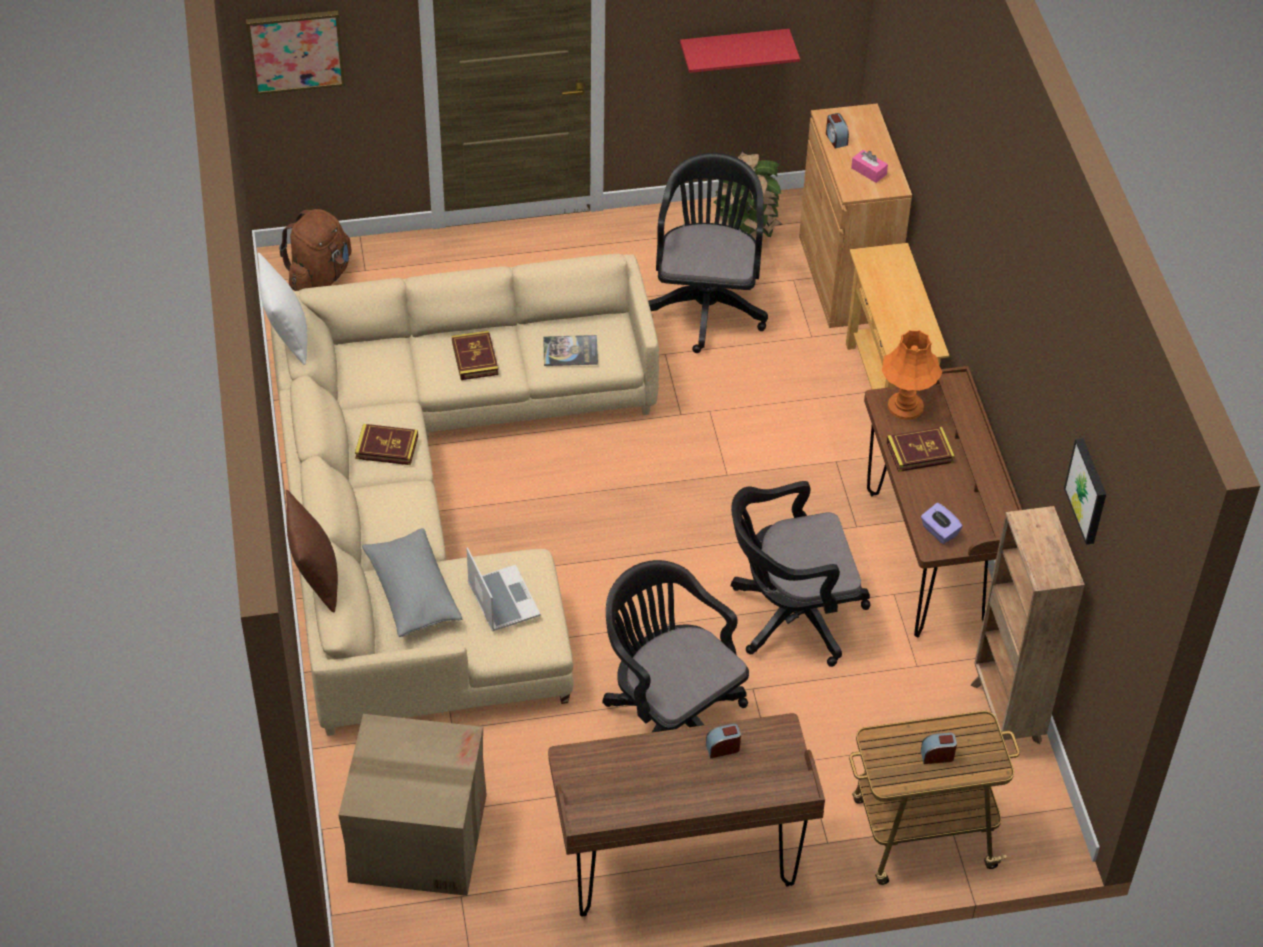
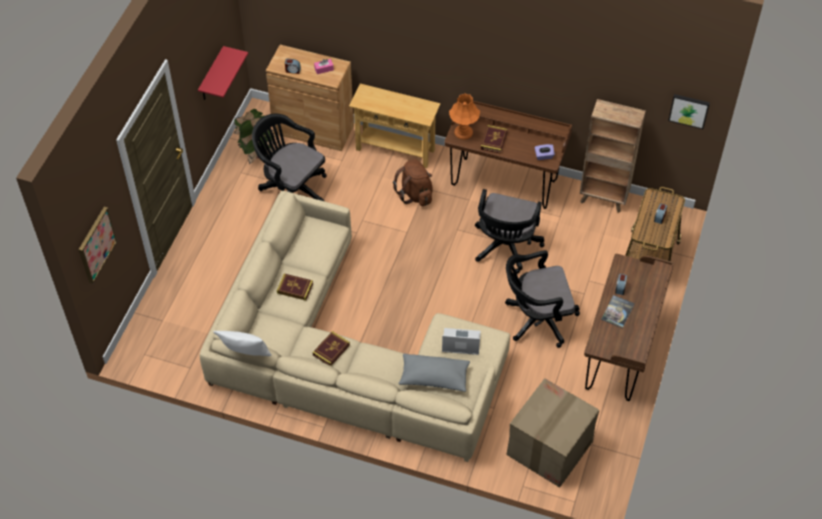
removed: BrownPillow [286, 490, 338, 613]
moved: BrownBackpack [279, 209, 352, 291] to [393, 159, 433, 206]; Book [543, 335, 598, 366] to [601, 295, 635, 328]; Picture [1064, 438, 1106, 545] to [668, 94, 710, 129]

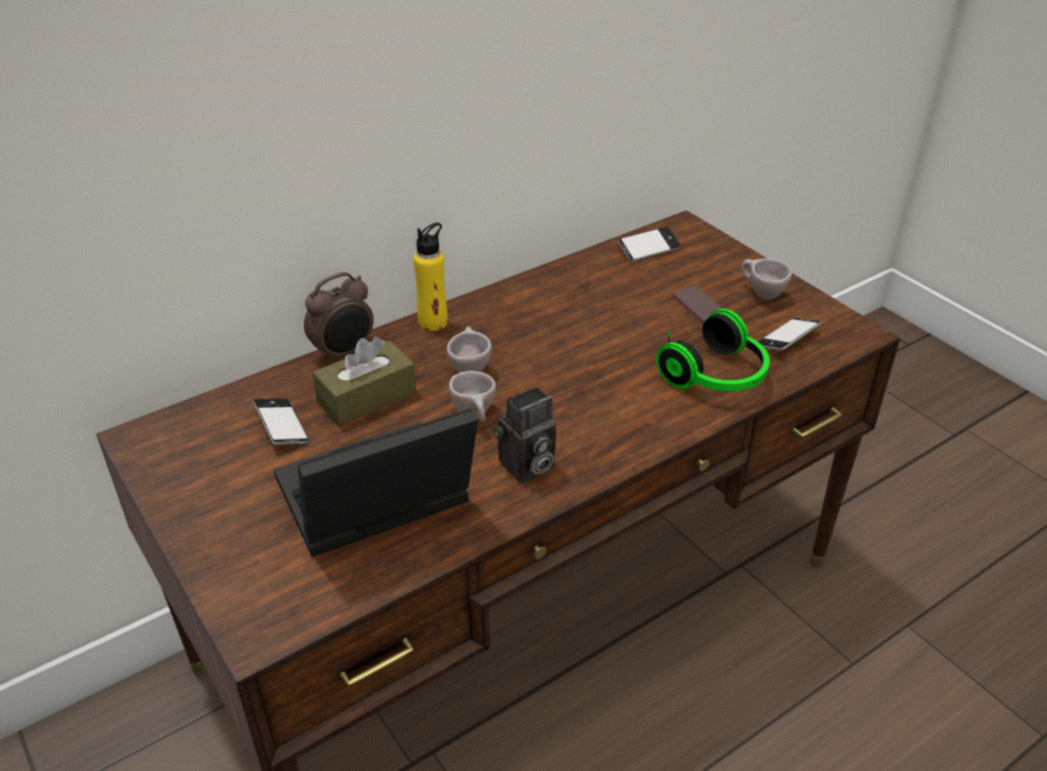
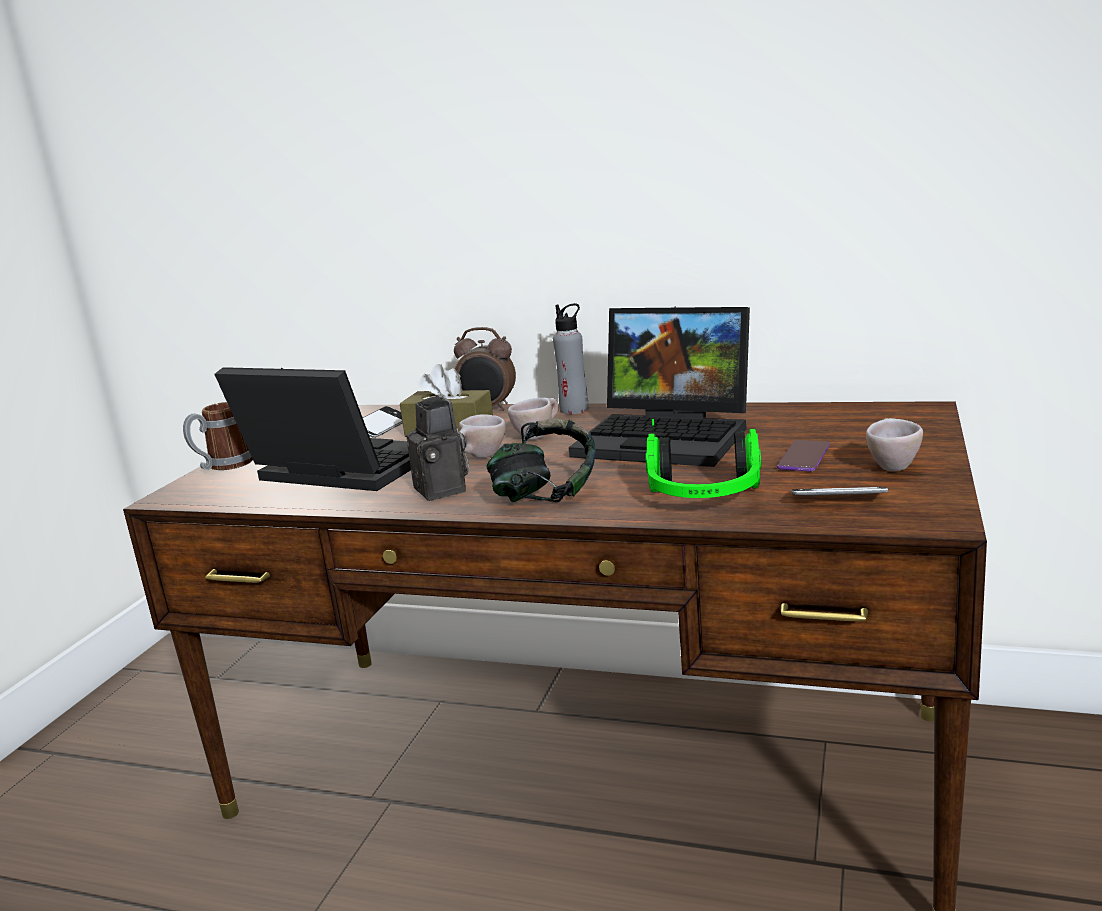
removed: Phone [618, 226, 681, 262]
added: Laptop [569, 307, 750, 467]; Mug [183, 402, 253, 470]; Headphones [487, 418, 596, 502]
recoloured: YellowBottle [413, 222, 448, 331] to GreyBottle [553, 303, 588, 414]
turned: PhotoCamera [493, 386, 556, 483] = [407, 395, 469, 501] 135 degrees counterclockwise

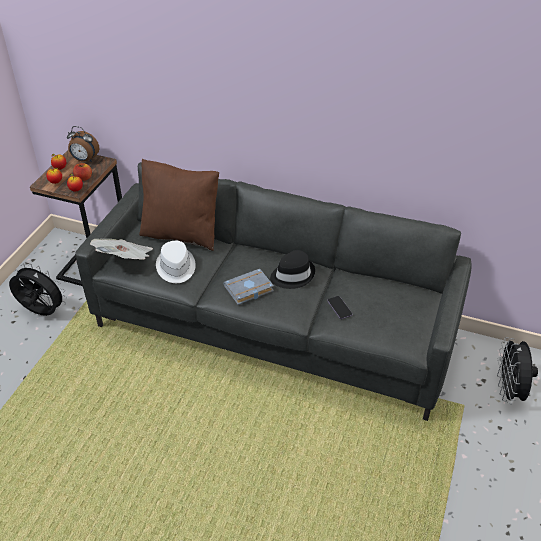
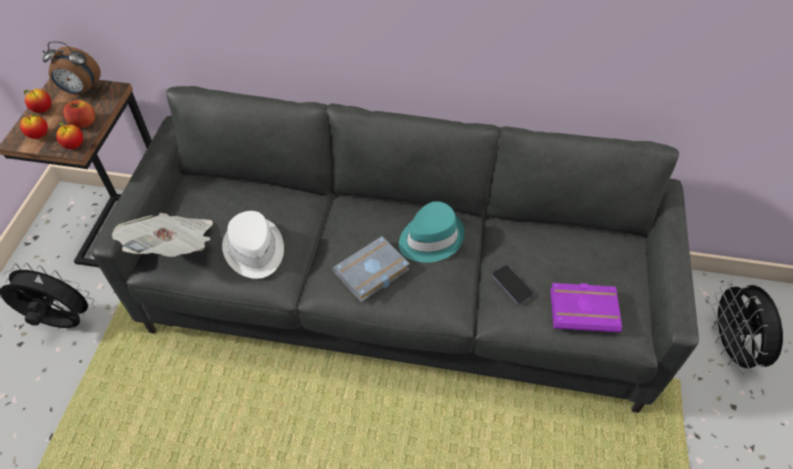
removed: BrownPillow [139, 159, 219, 251]
added: PurpleBook [550, 283, 622, 333]
recoloured: BlackHat [270, 250, 315, 289] to TurquoiseHat [399, 201, 465, 263]

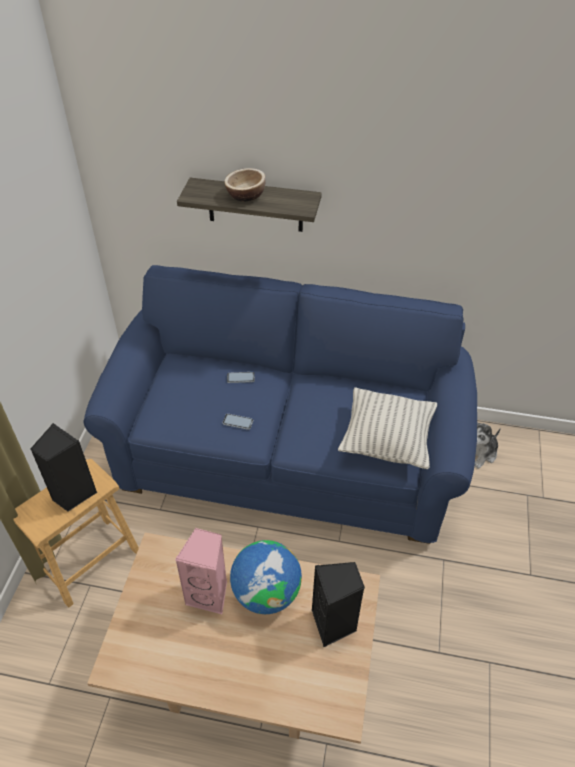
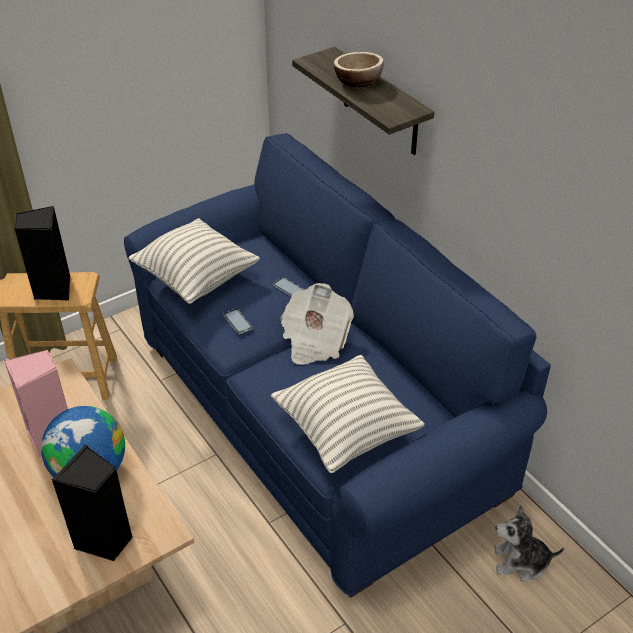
added: Pillow [128, 218, 260, 304]; Newspaper [280, 283, 354, 364]

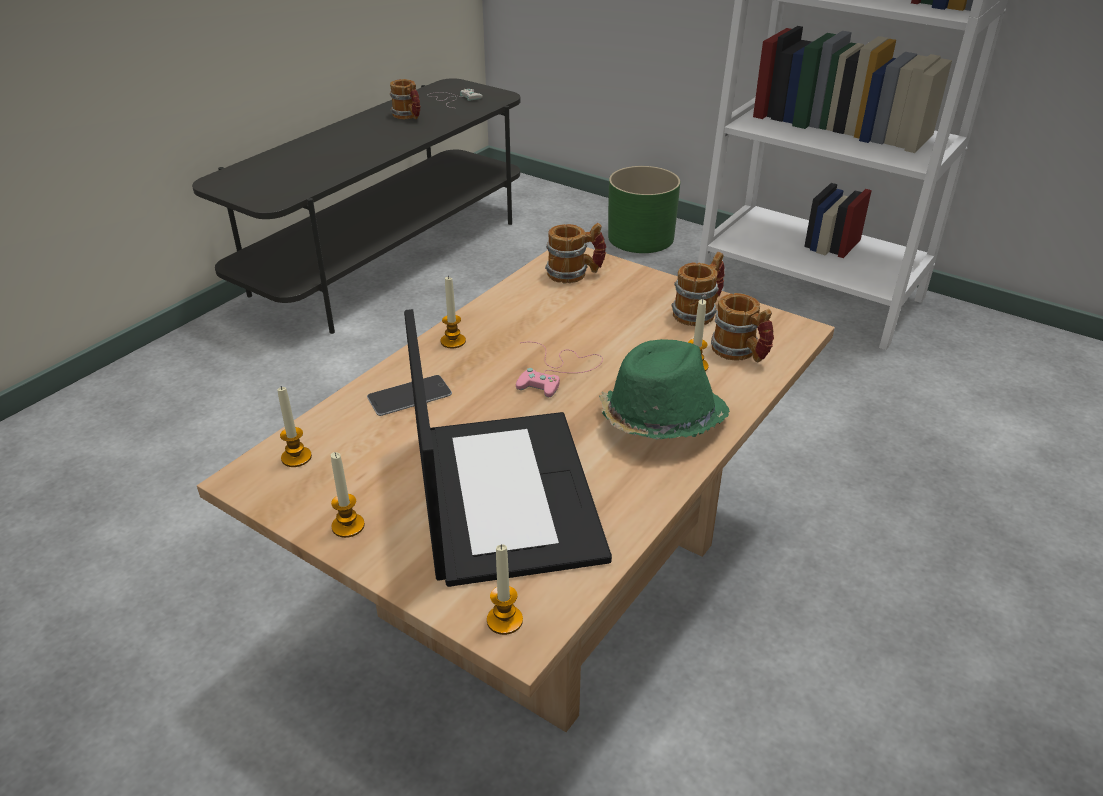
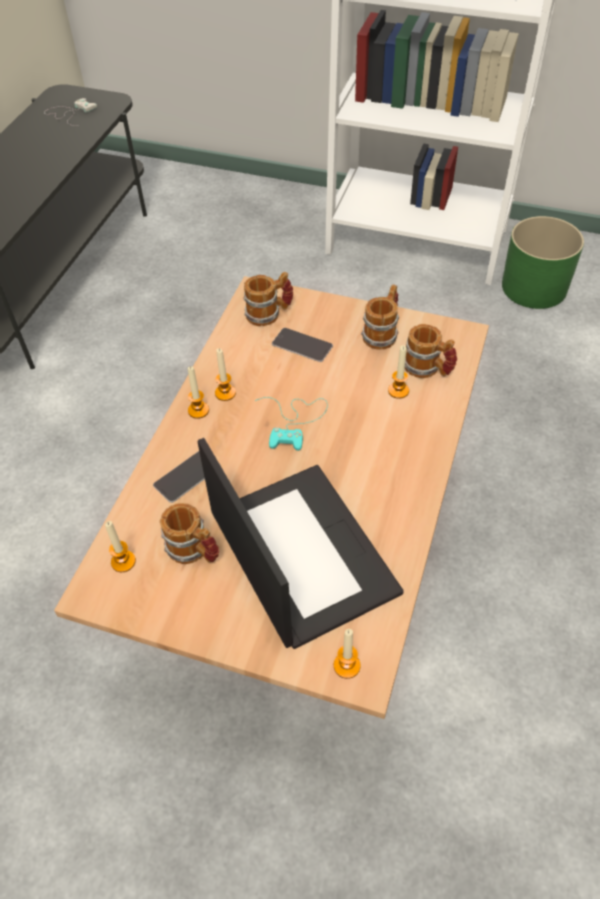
removed: GreenHat [599, 339, 730, 439]
added: Phone [272, 328, 333, 362]
moved: Mug [390, 79, 421, 119] to [160, 503, 219, 564]; GreenPlanter [608, 166, 680, 253] to [502, 216, 584, 309]; Candle [330, 452, 365, 538] to [215, 349, 236, 401]
recoloured: PinkGameController [516, 342, 603, 397] to TurquoiseGameController [255, 397, 328, 451]

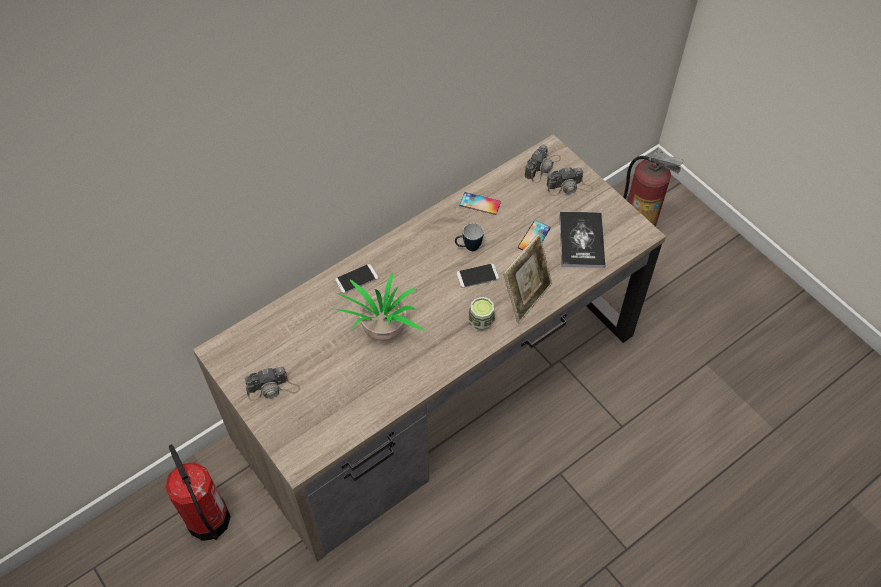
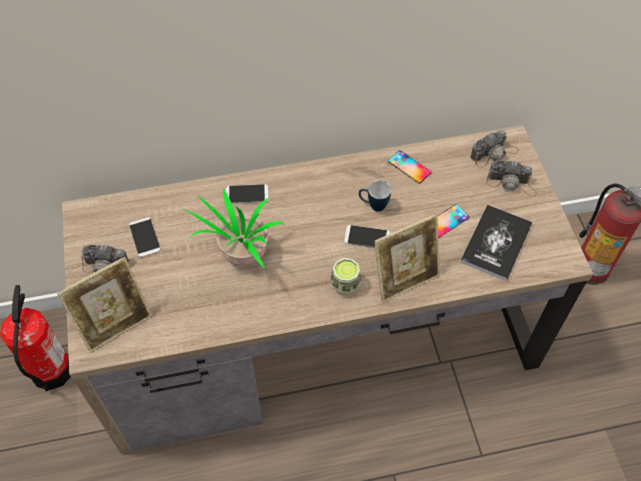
added: Phone [129, 217, 161, 257]; PictureFrame [57, 257, 152, 353]

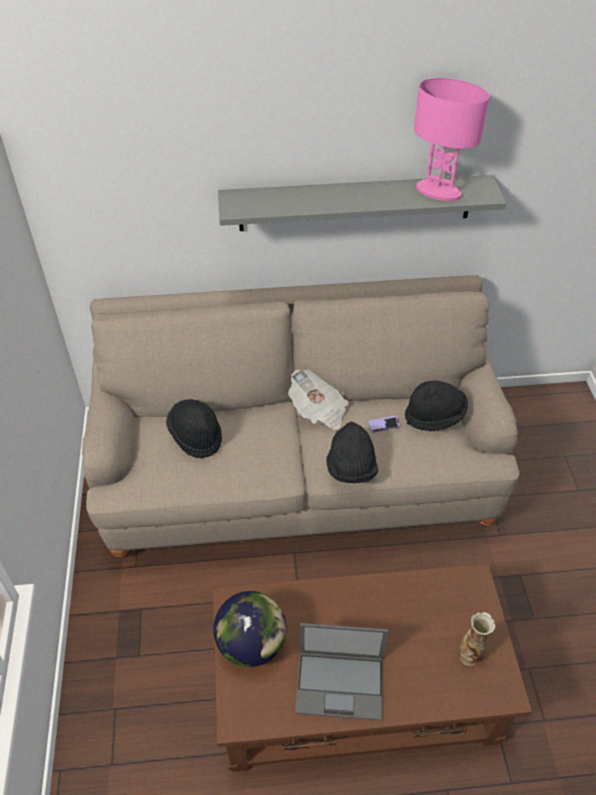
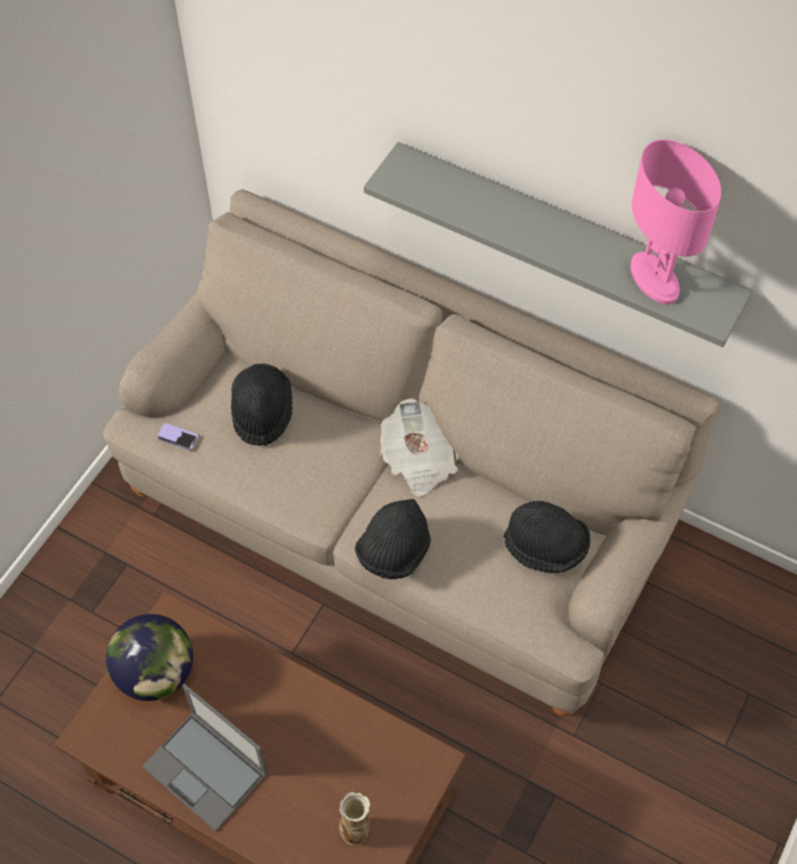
moved: Phone [369, 416, 400, 433] to [157, 423, 198, 450]

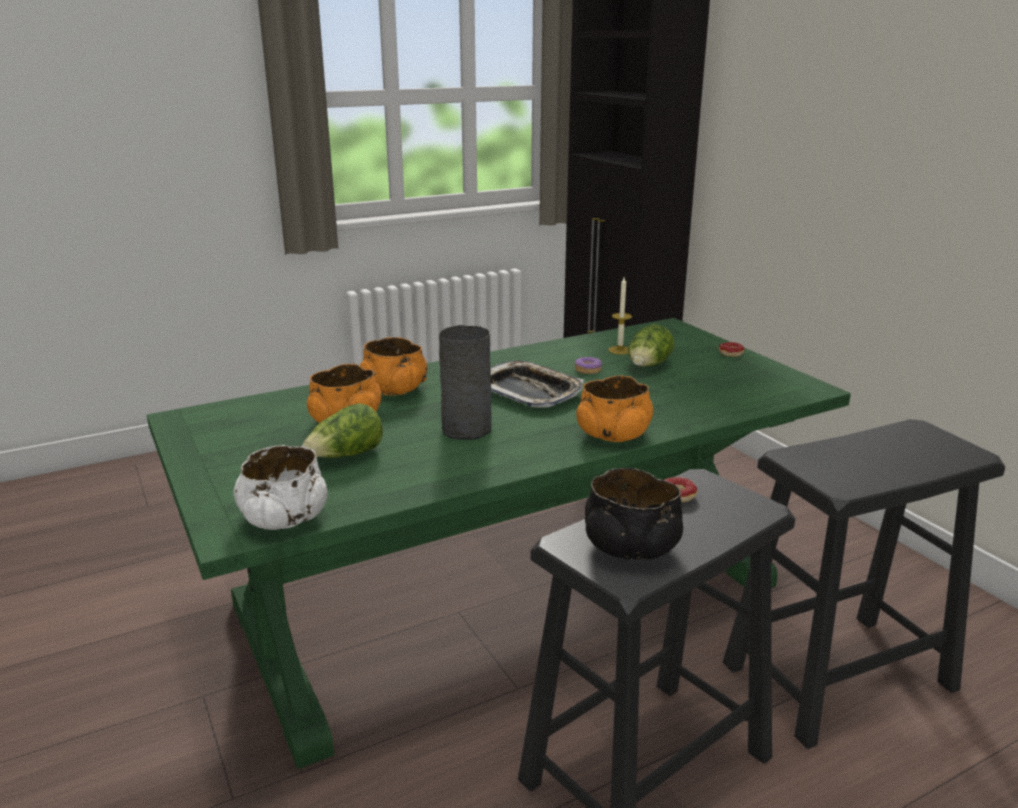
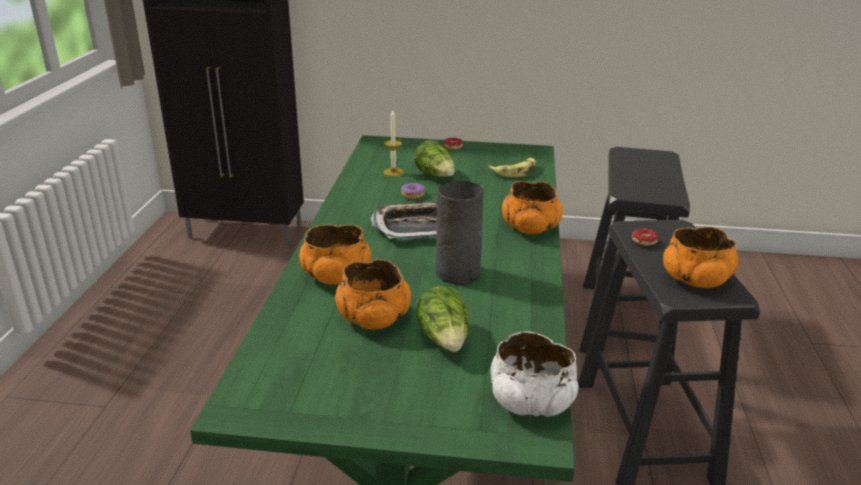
added: Banana [488, 158, 536, 177]
recoloured: BlackBowl [585, 468, 683, 560] to OrangeBowl [663, 227, 738, 288]

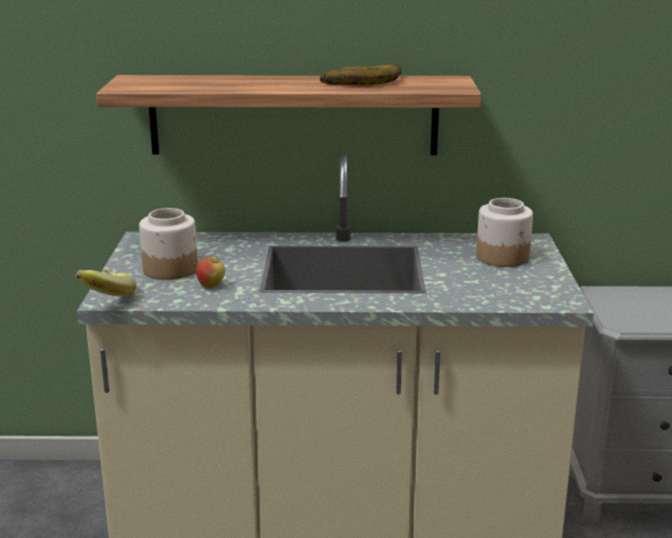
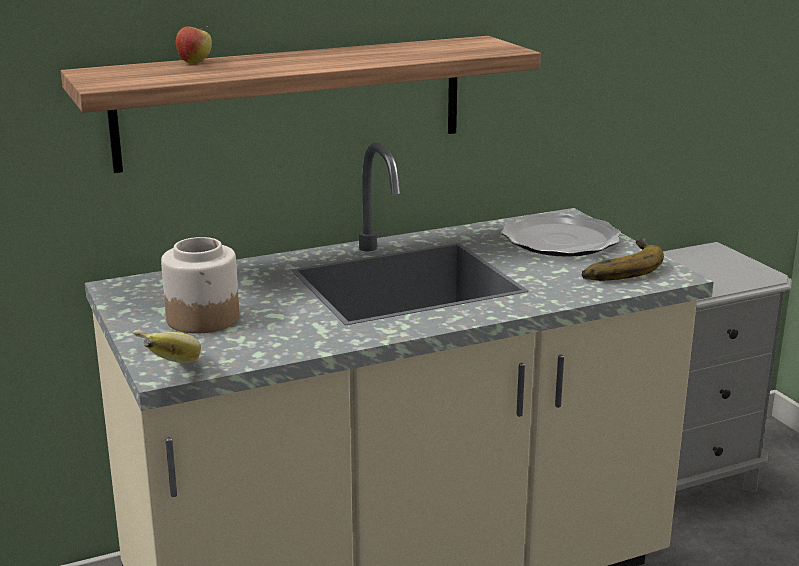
moved: Banana [320, 64, 402, 85] to [582, 238, 664, 281]; Apple [196, 257, 225, 288] to [176, 26, 212, 64]
replaced: Jar [476, 198, 533, 267] to Plate [501, 213, 621, 257]

